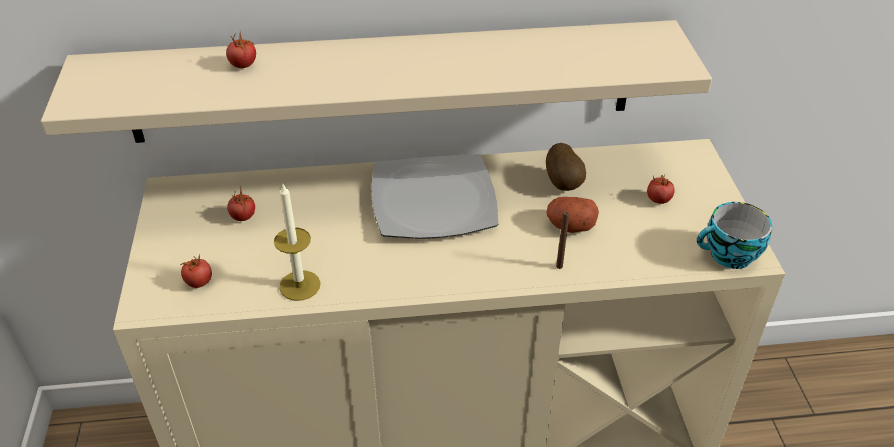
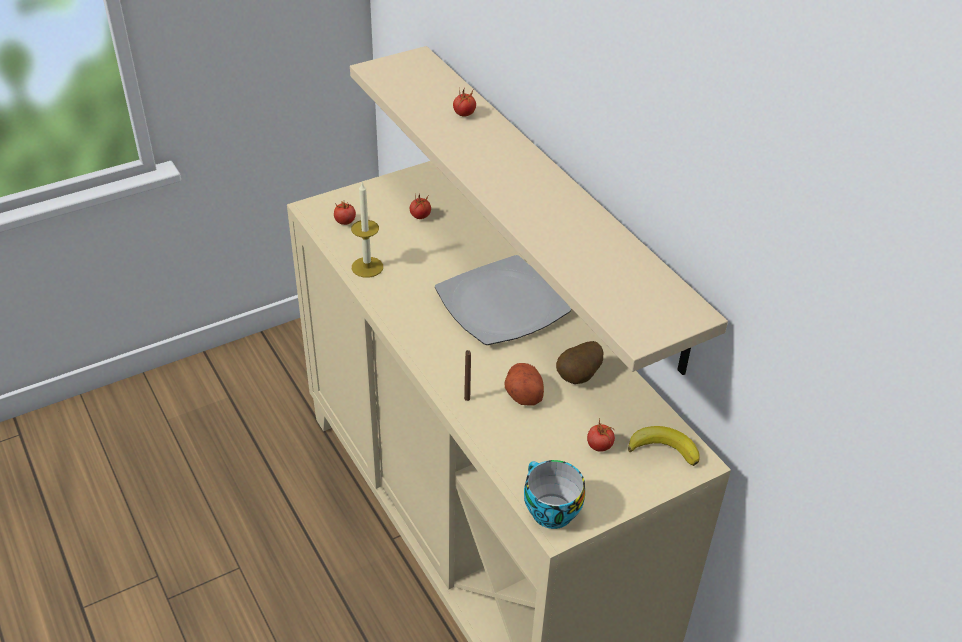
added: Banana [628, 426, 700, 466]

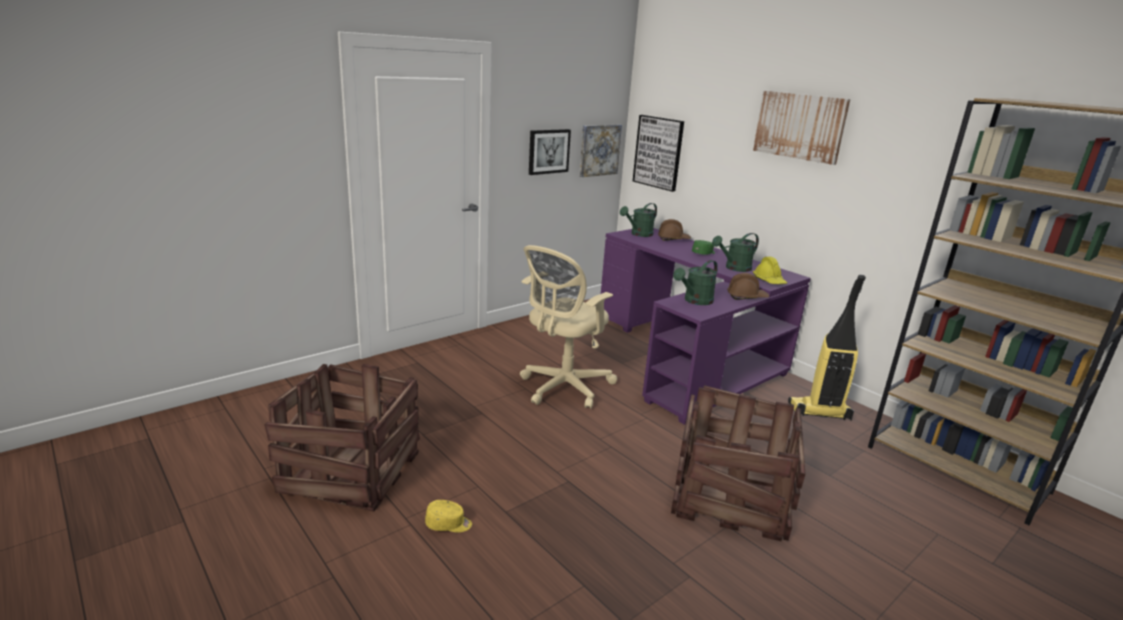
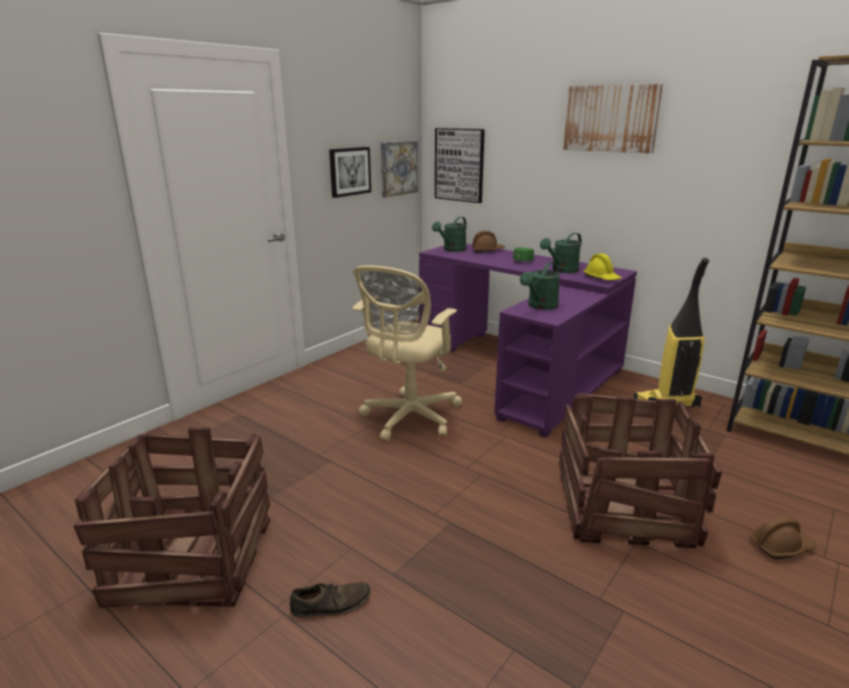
moved: BrownHardHat [727, 273, 769, 300] to [750, 515, 816, 559]
replaced: YellowCap [425, 500, 472, 533] to BrownShoe [290, 582, 370, 618]

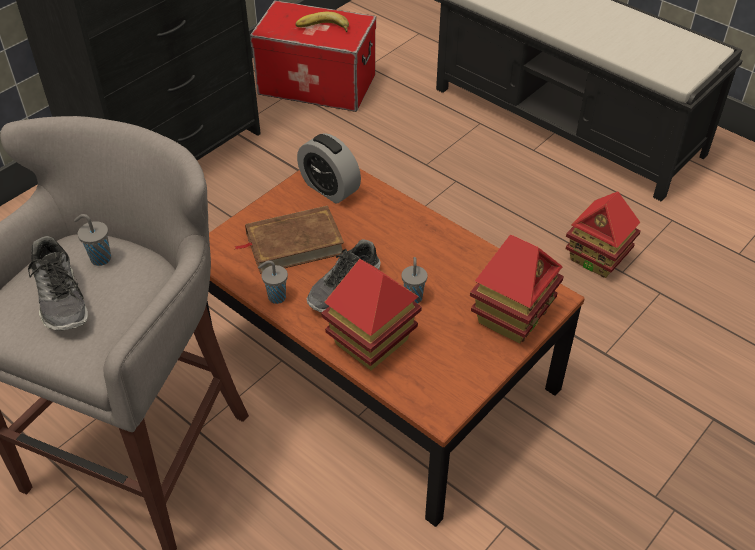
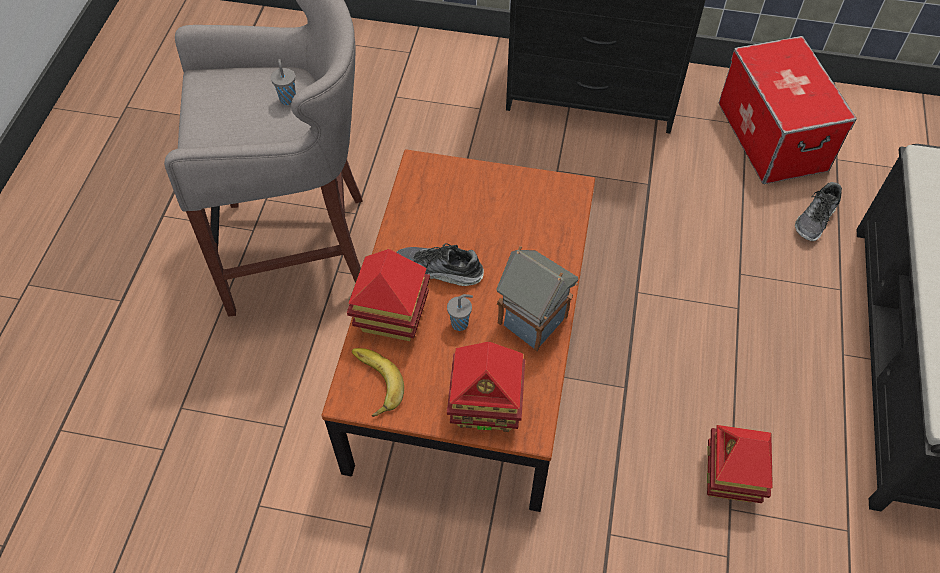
removed: AlarmClock [297, 133, 361, 204]; BrownBook [234, 206, 344, 274]; GreyCup [258, 260, 288, 304]
added: ToyHouse [496, 246, 579, 351]
moved: Banana [295, 12, 349, 32] to [352, 348, 404, 417]; Shoe [28, 236, 88, 331] to [795, 182, 842, 241]

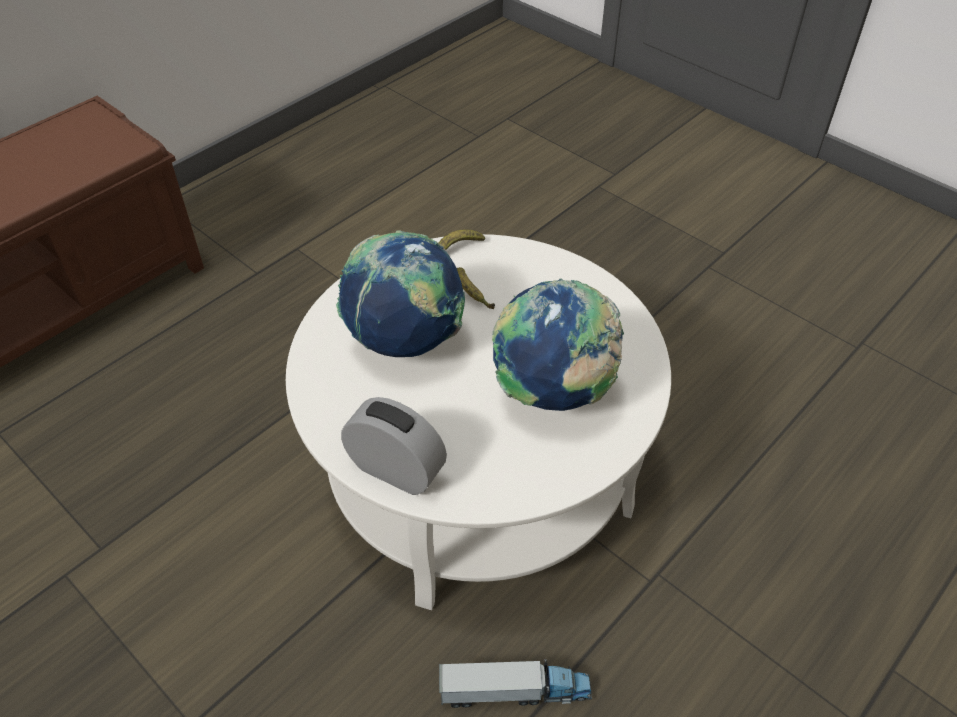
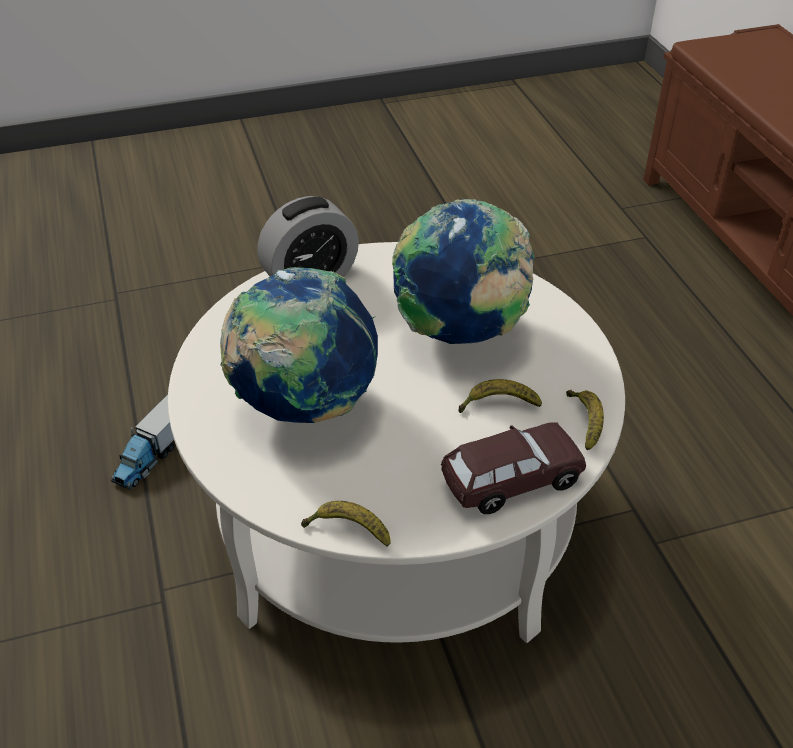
added: BrownToyCar [441, 422, 586, 514]; Banana [301, 501, 391, 547]

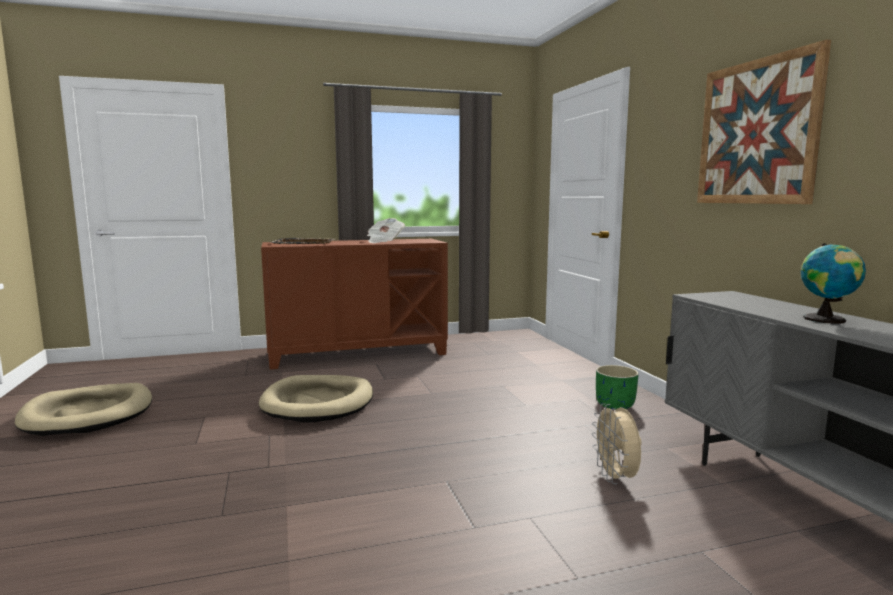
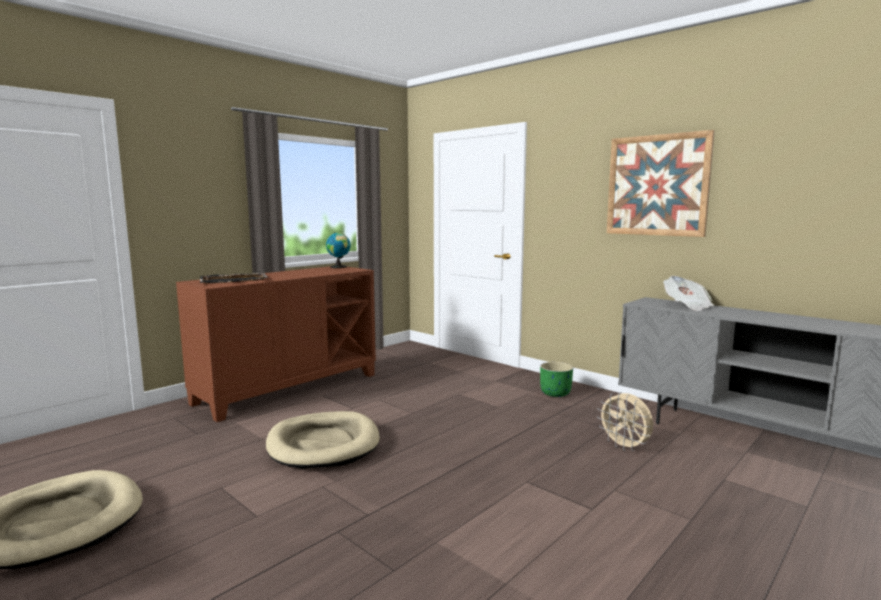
moved: Newspaper [367, 218, 405, 243] to [663, 276, 714, 311]; Globe [801, 243, 866, 324] to [326, 232, 351, 268]

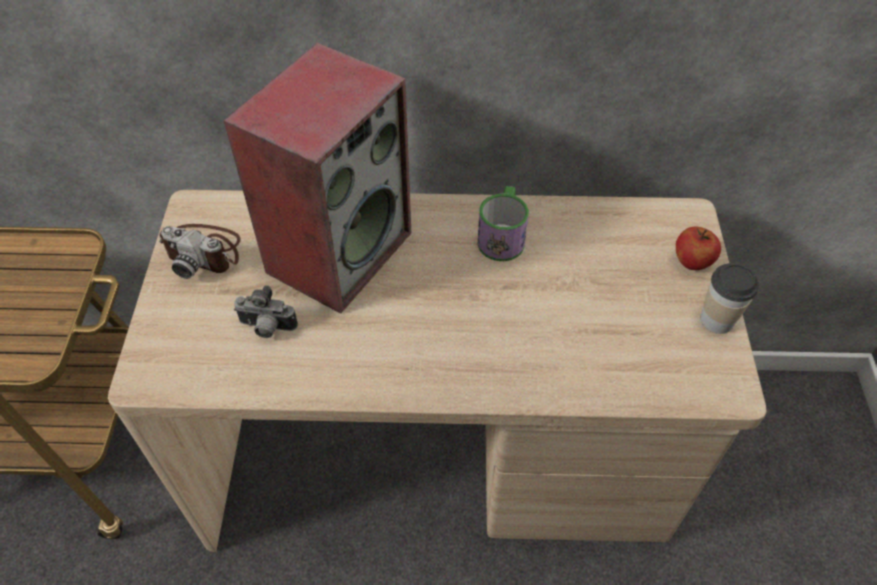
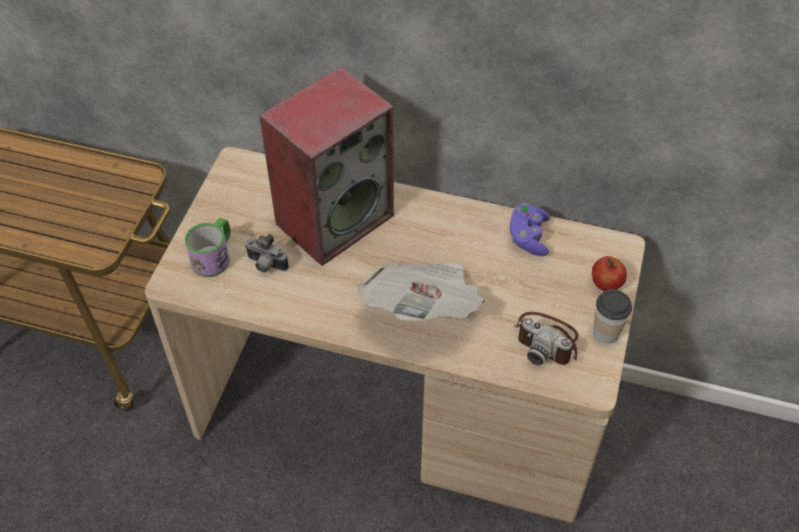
added: PurpleGameController [510, 203, 550, 256]; Newspaper [357, 262, 485, 321]
moved: Mug [477, 186, 529, 261] to [185, 218, 231, 277]; PhotoCamera [159, 224, 241, 279] to [515, 312, 579, 366]

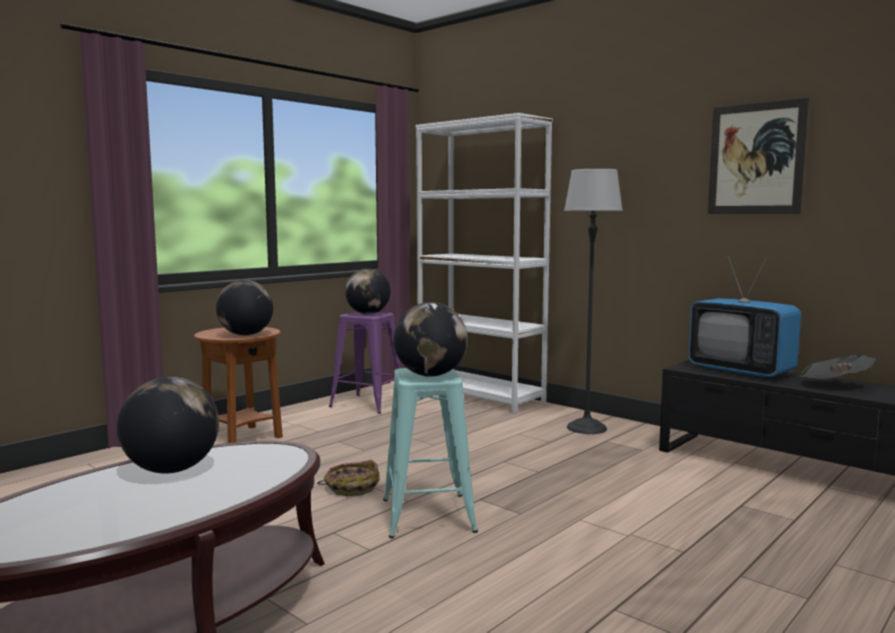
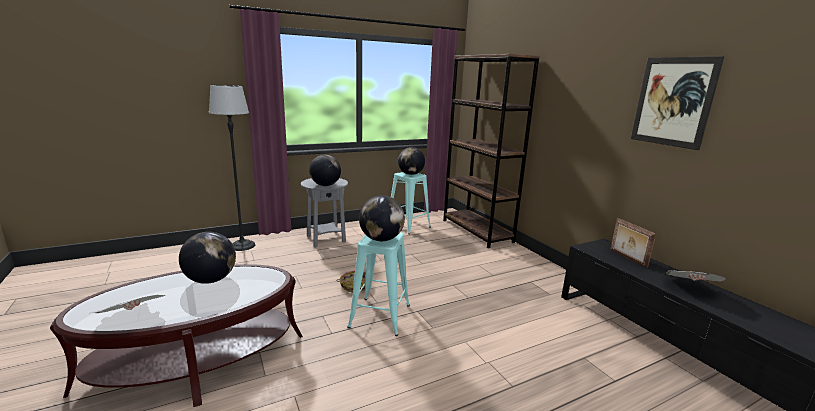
added: Newspaper [91, 295, 166, 313]
moved: FloorLamp [564, 169, 623, 434] to [209, 85, 255, 251]
replaced: Television [688, 255, 801, 378] to PictureFrame [610, 218, 656, 268]
recoloured: WhiteBookcase [416, 113, 553, 414] to BrownBookcase [443, 54, 540, 248]; PurpleStool [329, 311, 400, 414] to TurquoiseStool [391, 172, 431, 234]; BrownSideTable [194, 327, 283, 443] to GreySideTable [301, 178, 348, 247]

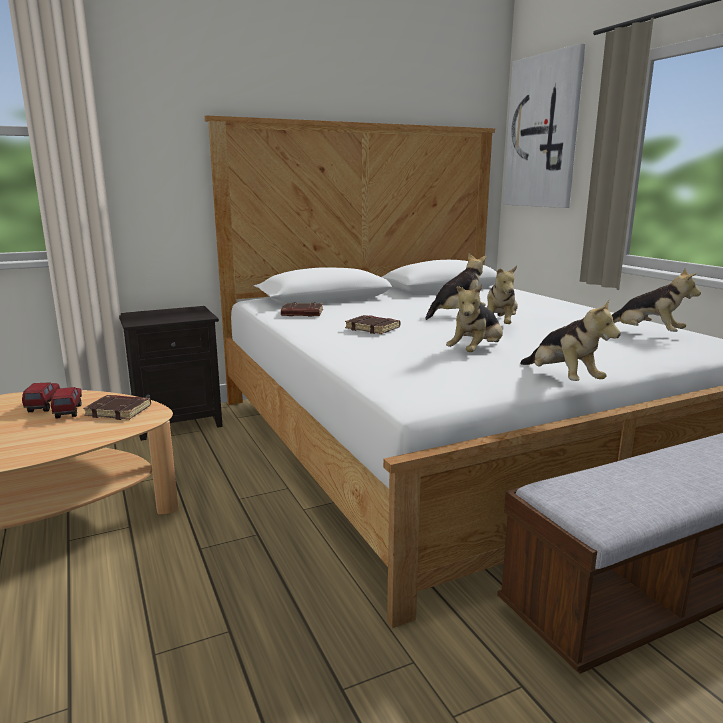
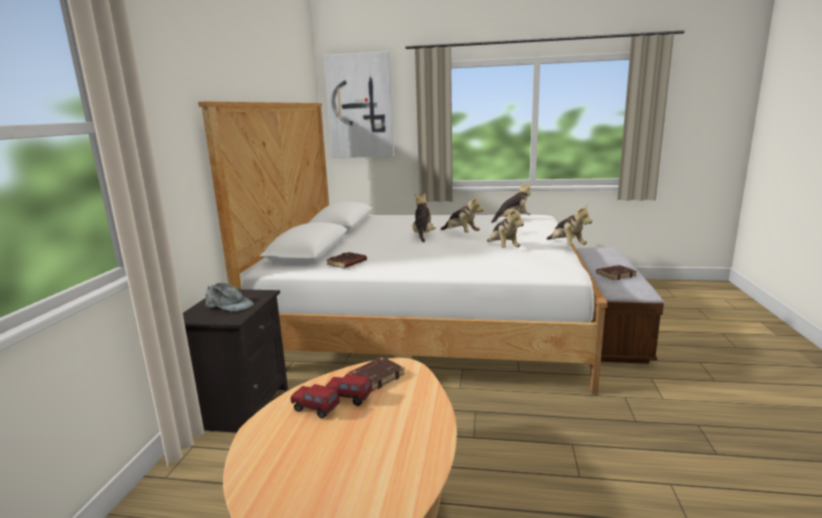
added: GreyCap [205, 282, 254, 312]
moved: BrownBook [345, 315, 400, 334] to [596, 265, 637, 280]
turned: PlushToy [520, 299, 621, 381] = [546, 205, 592, 245] 60 degrees clockwise

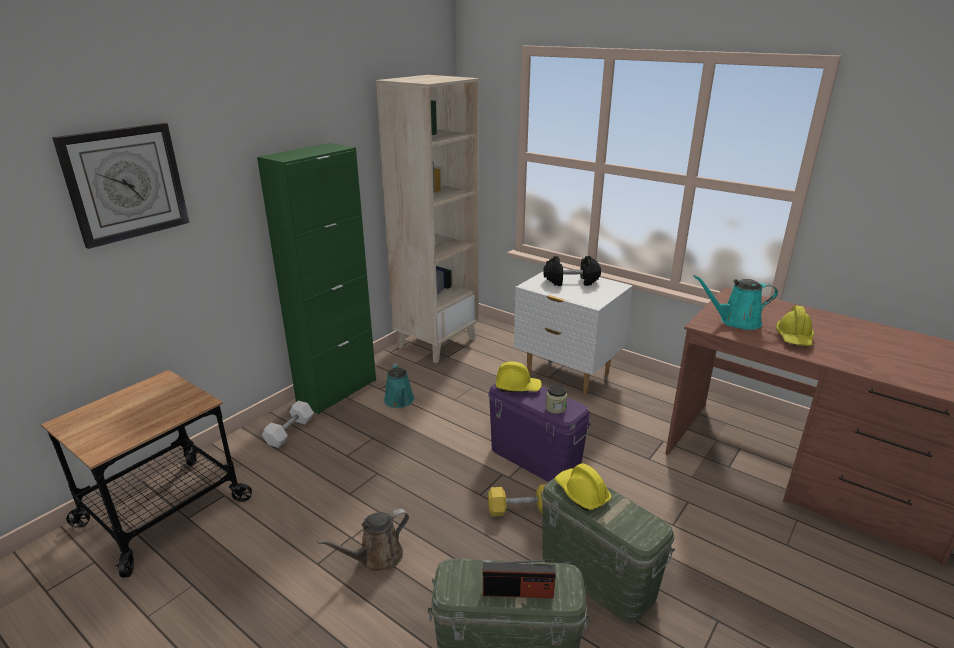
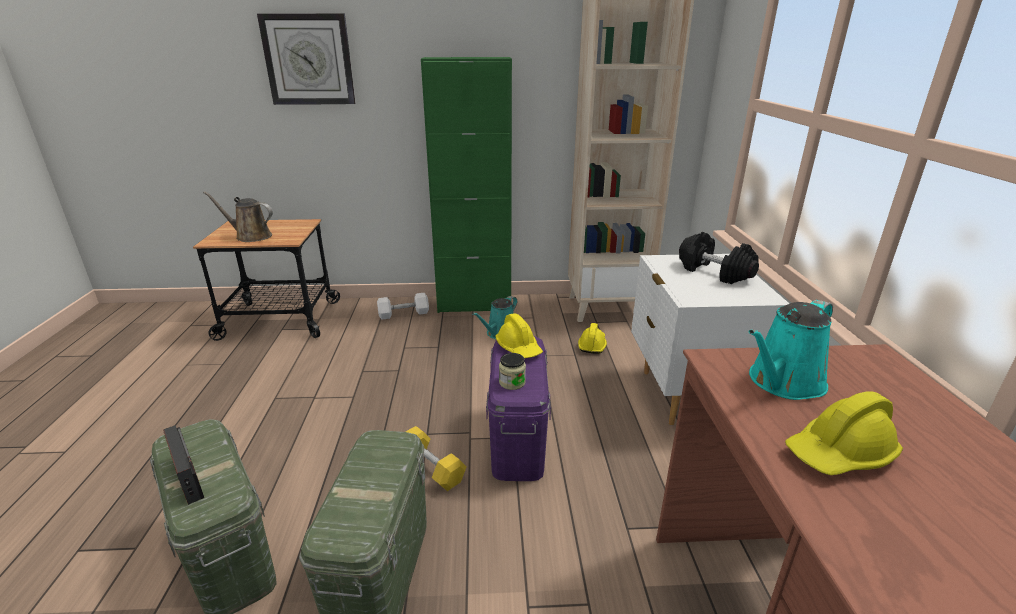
moved: YellowHardHat [555, 464, 612, 511] to [578, 323, 607, 354]; BrownWateringCan [317, 509, 409, 571] to [203, 191, 273, 242]
turned: TurquoiseWateringCan [693, 275, 778, 330] = [749, 300, 833, 400] 90 degrees counterclockwise

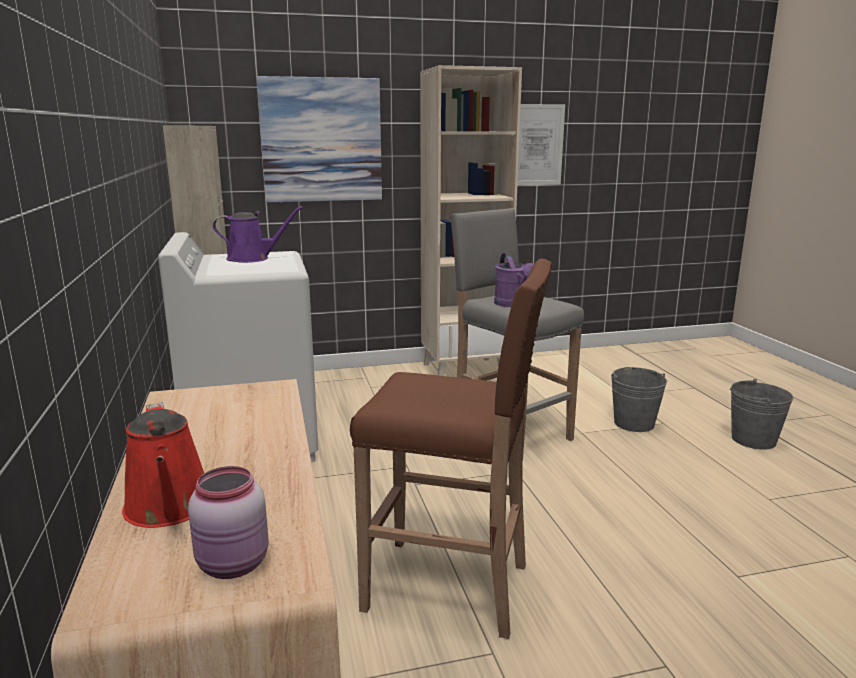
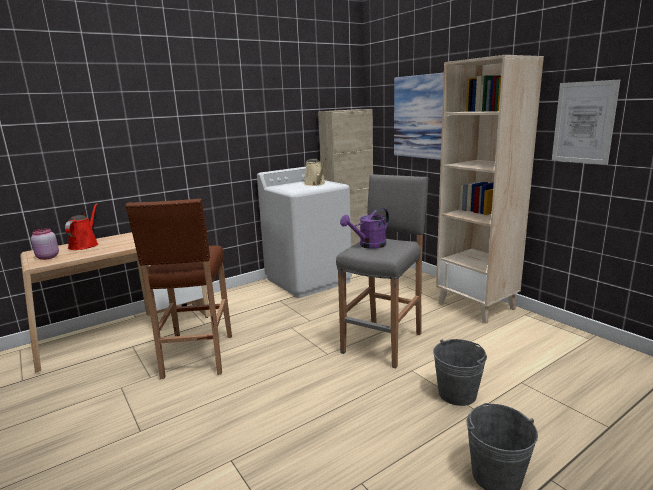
recoloured: PurpleWateringCan [213, 206, 303, 263] to BeigeWateringCan [304, 159, 326, 186]
turned: RedWateringCan [122, 402, 204, 528] = [65, 203, 98, 250] 135 degrees clockwise

